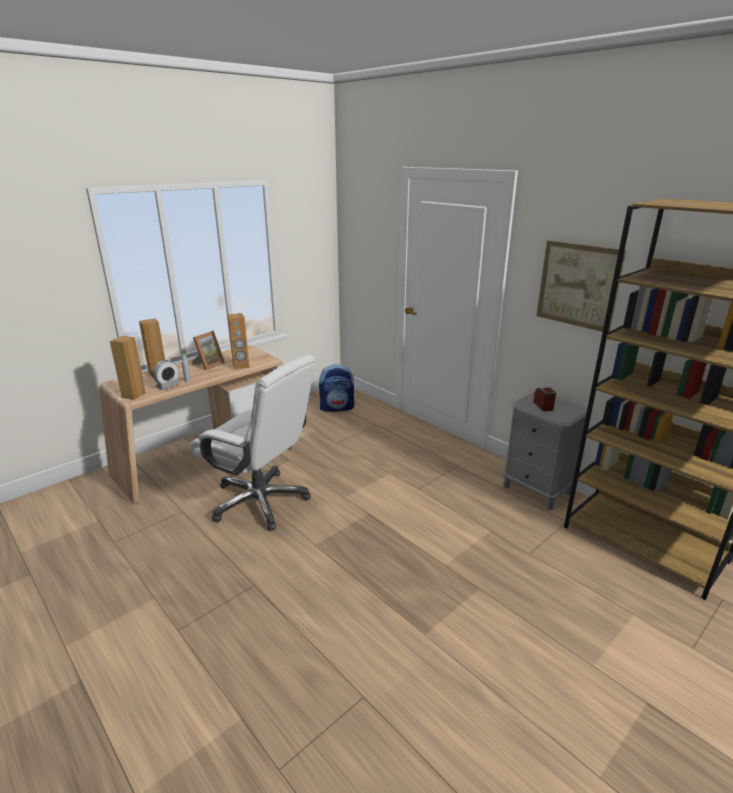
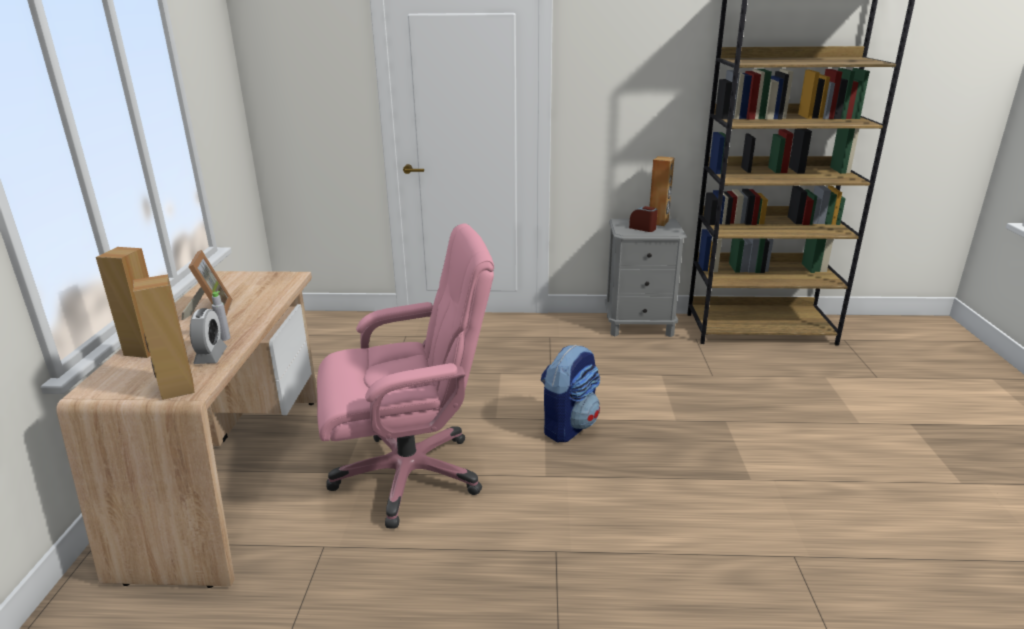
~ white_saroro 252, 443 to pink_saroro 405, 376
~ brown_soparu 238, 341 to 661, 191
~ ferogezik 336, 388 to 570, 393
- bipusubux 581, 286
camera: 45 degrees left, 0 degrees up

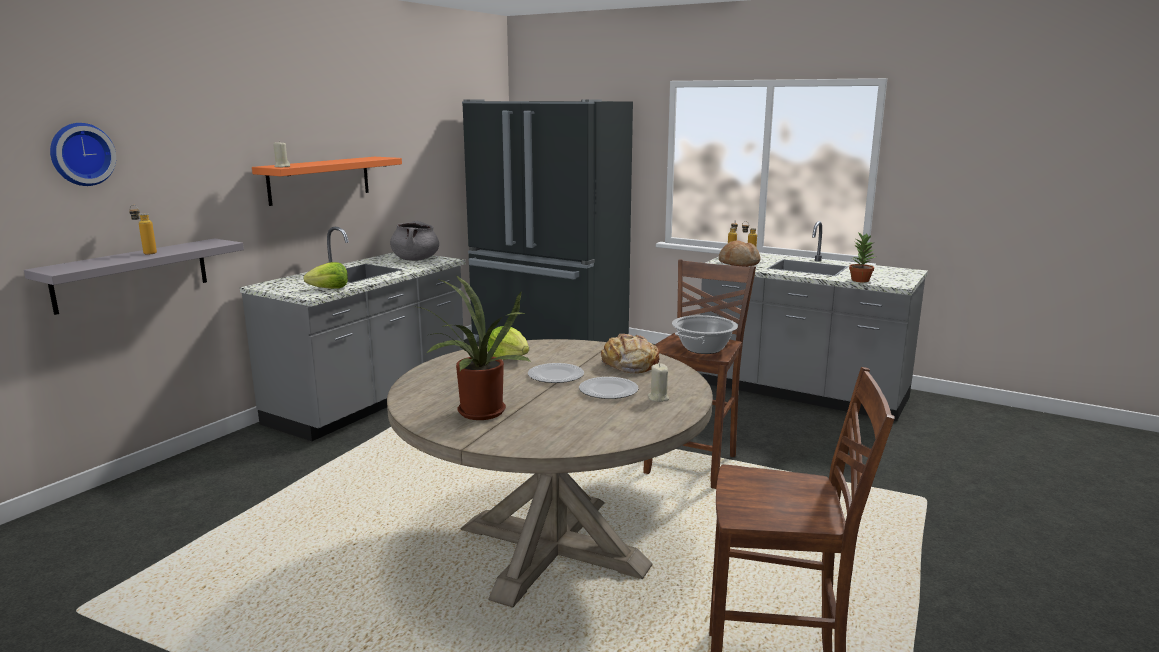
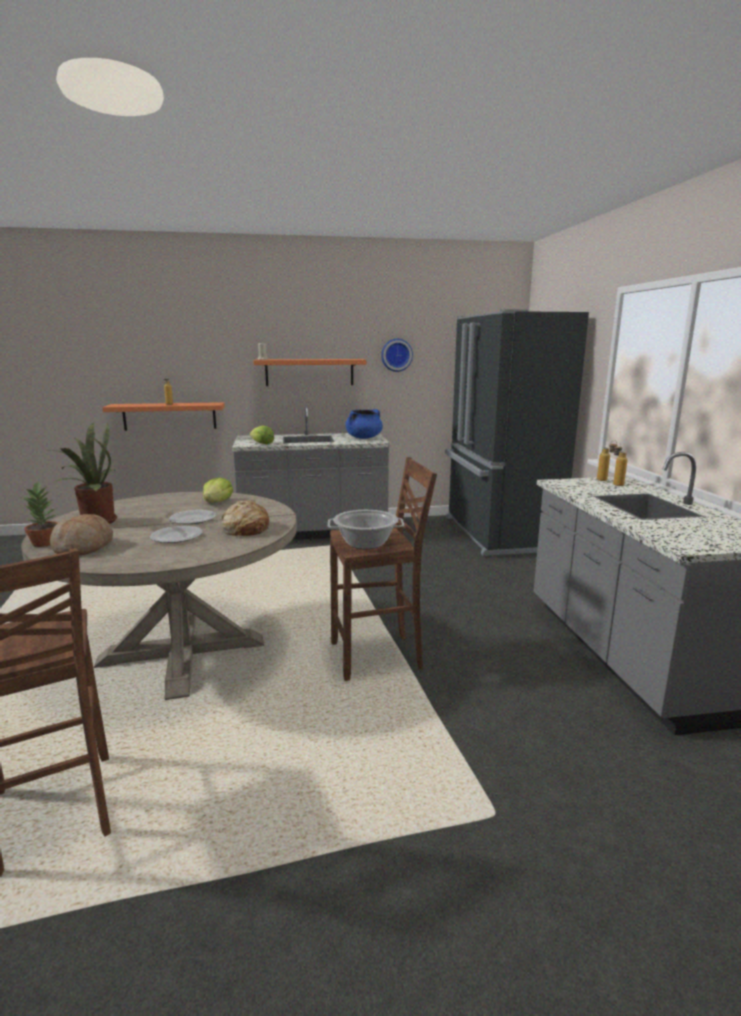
~ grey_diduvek 134, 276 to orange_diduvek 164, 416
~ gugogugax 83, 154 to 397, 355
~ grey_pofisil 414, 241 to blue_pofisil 364, 424
- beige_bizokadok 658, 382
~ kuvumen 740, 253 to 81, 534
~ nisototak 862, 257 to 39, 514
camera: 50 degrees right, 0 degrees up

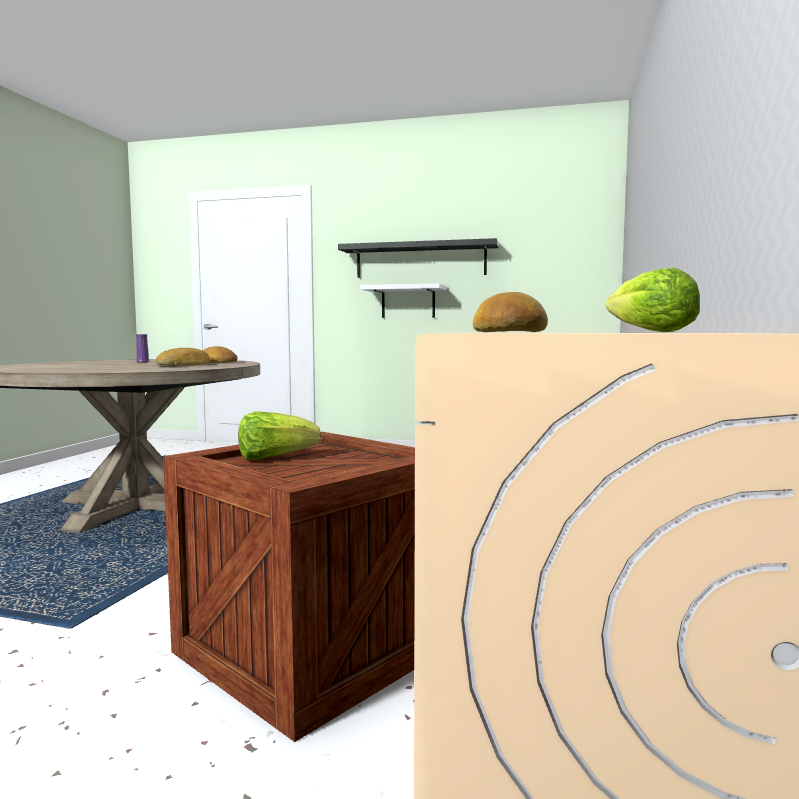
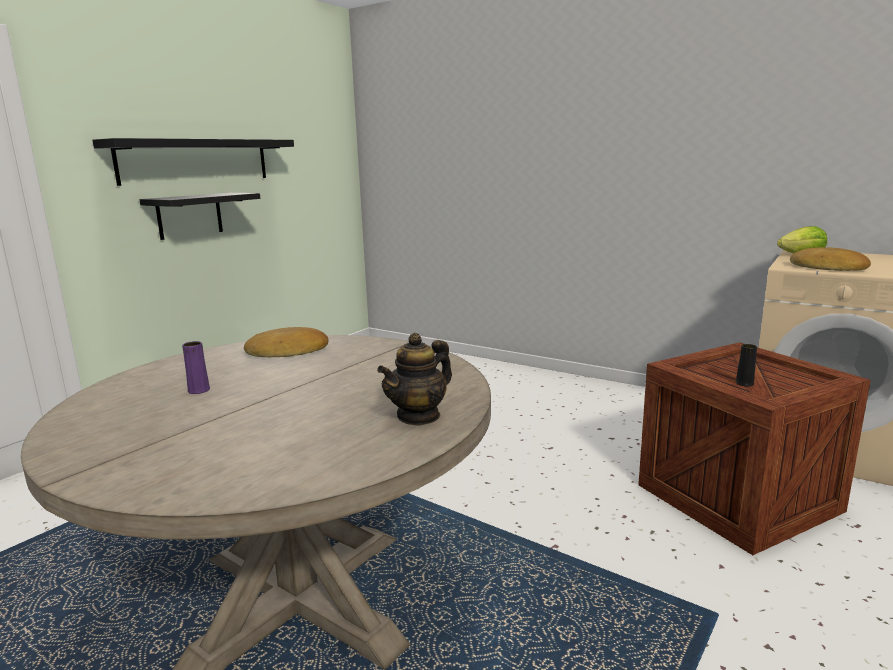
- kuvumen 182, 357
~ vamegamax 279, 435 to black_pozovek 746, 365
~ white_diduvek 403, 300 to black_diduvek 200, 216
+ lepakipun 414, 379
camera: 70 degrees left, 10 degrees up

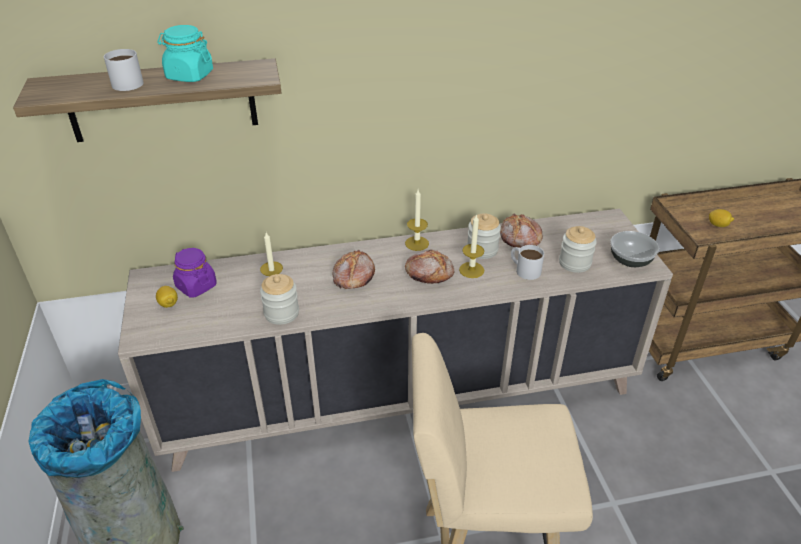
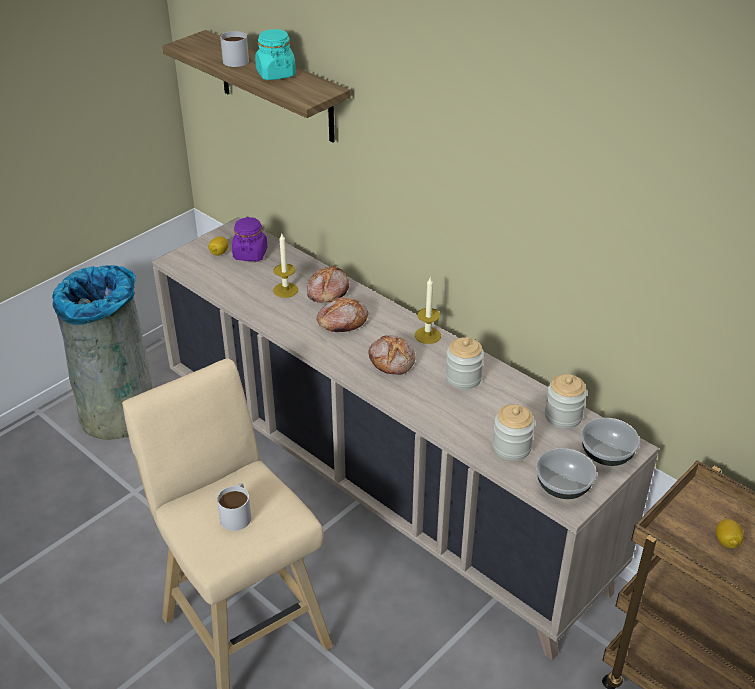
~ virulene 279, 299 to 566, 401
- bizokadok 471, 246
~ kuvumen 521, 231 to 328, 284
~ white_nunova 527, 262 to 234, 507
+ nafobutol 610, 442
camera: 55 degrees right, 0 degrees up

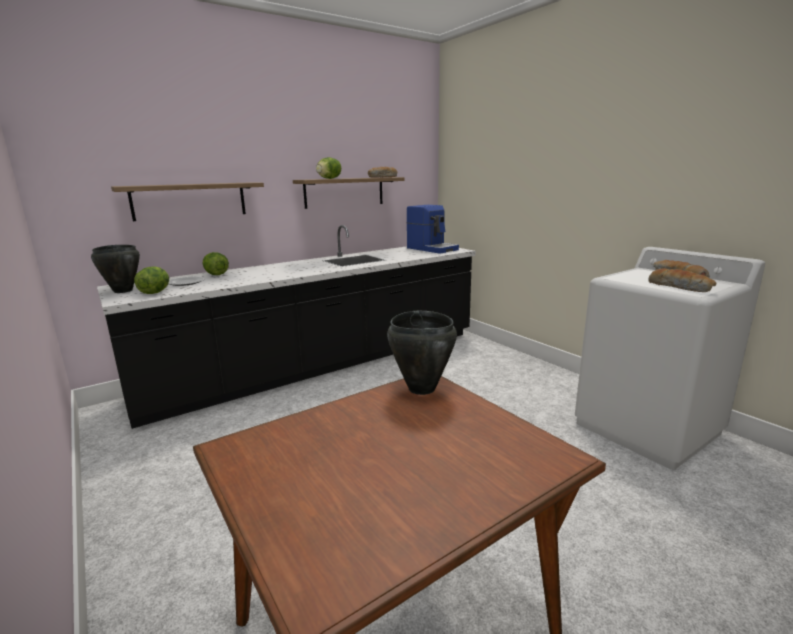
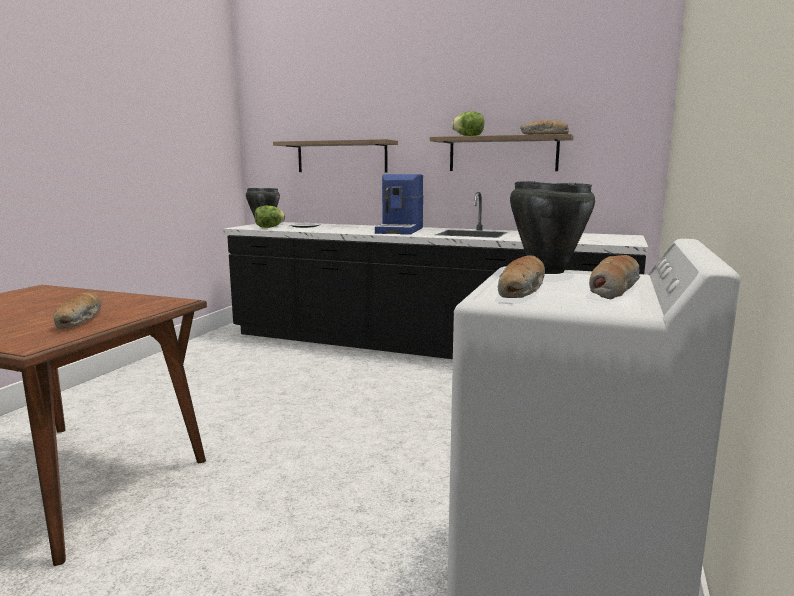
- vamegamax 216, 263
~ black_pofisil 422, 353 to 552, 227
~ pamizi 433, 229 to 399, 204
+ kuvumen 77, 310
camera: 55 degrees right, 5 degrees down

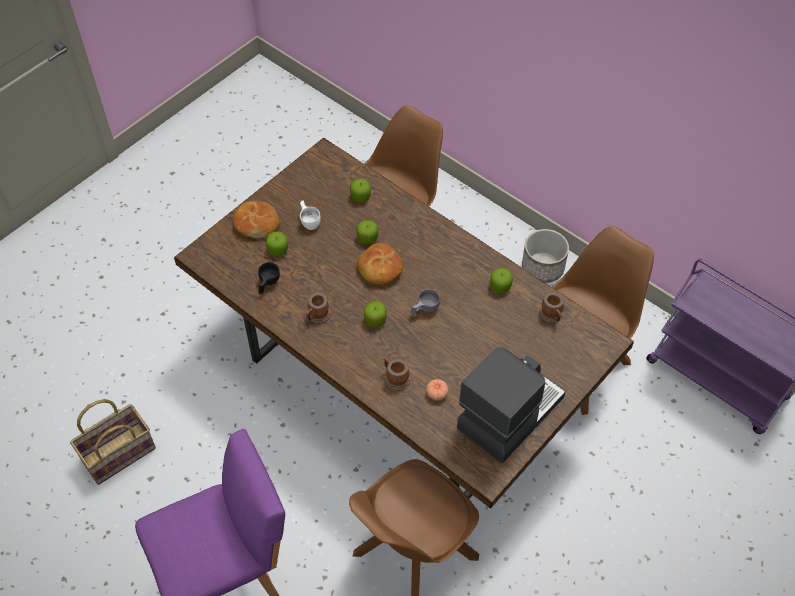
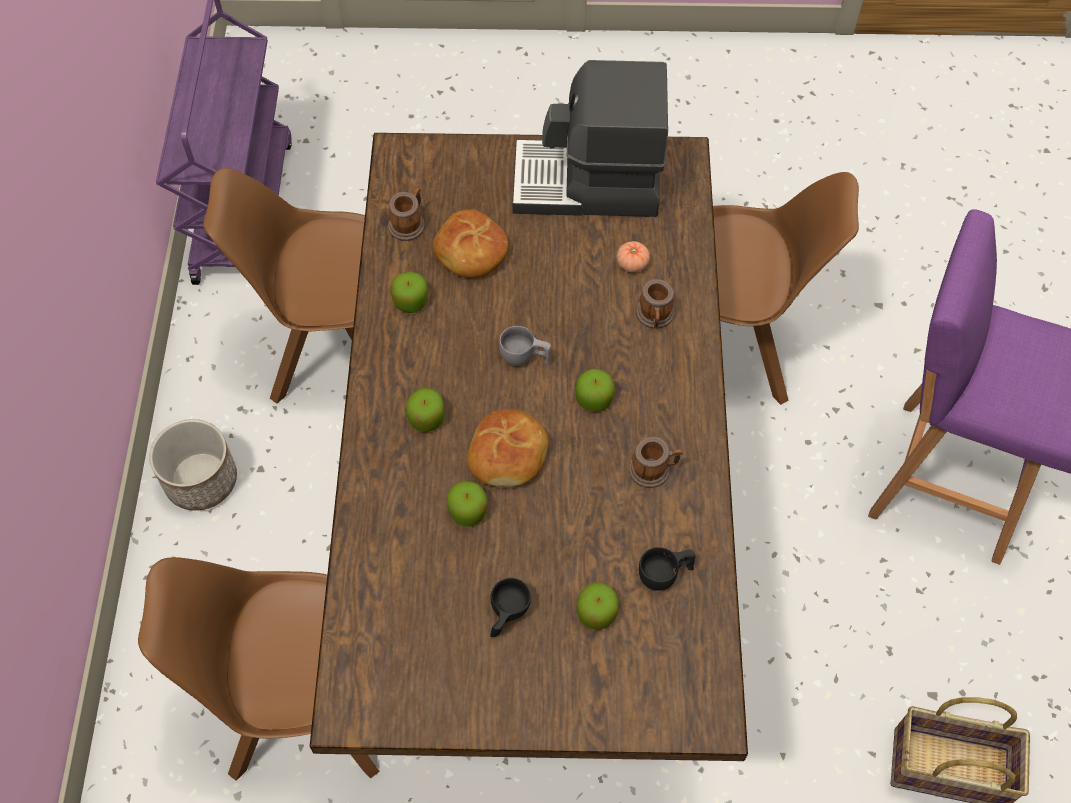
~ kuvumen 256, 219 to 470, 244
~ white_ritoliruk 310, 215 to black_ritoliruk 510, 607
~ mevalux 360, 190 to 425, 410
camera: 130 degrees left, 5 degrees up

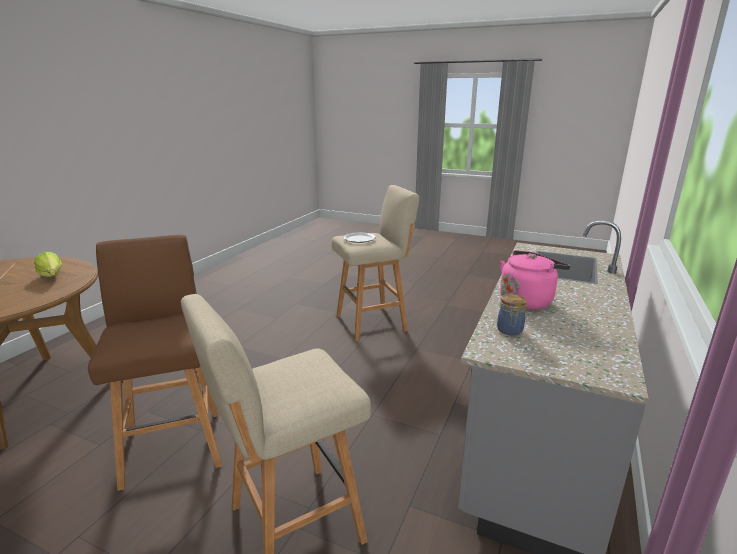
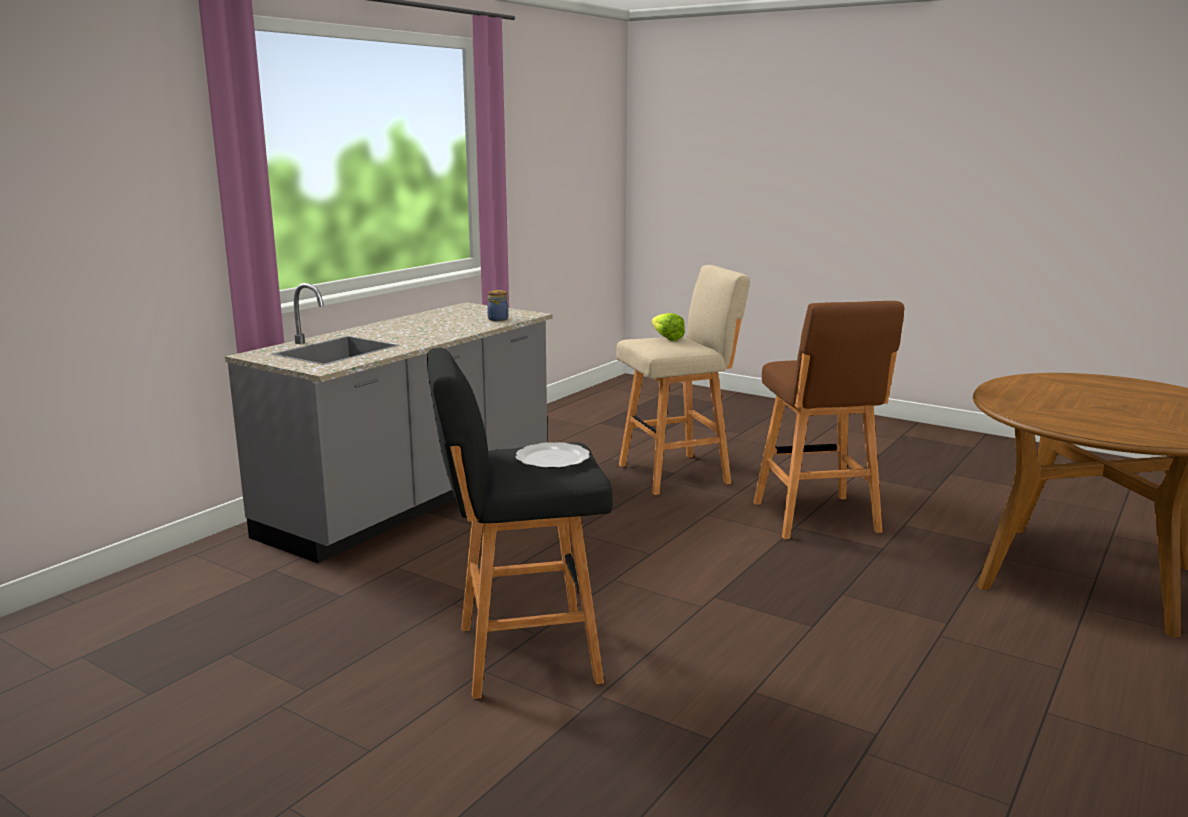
~ vamegamax 48, 264 to 668, 327
~ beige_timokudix 375, 263 to black_timokudix 520, 523
- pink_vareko 535, 279
camera: 170 degrees left, 5 degrees down

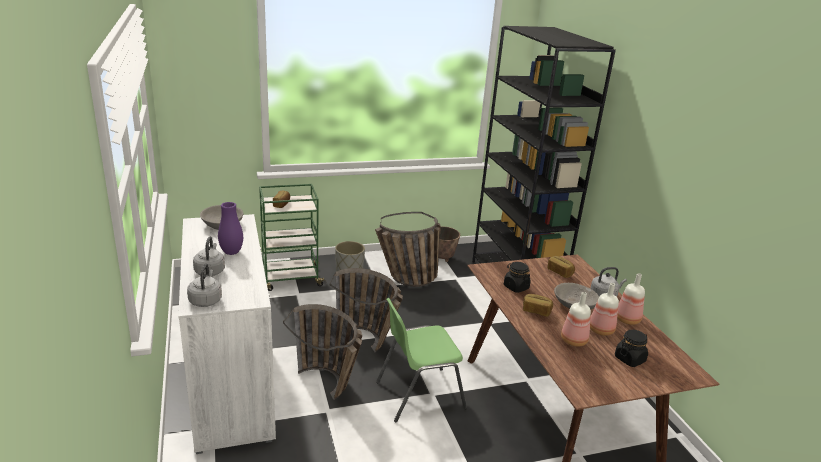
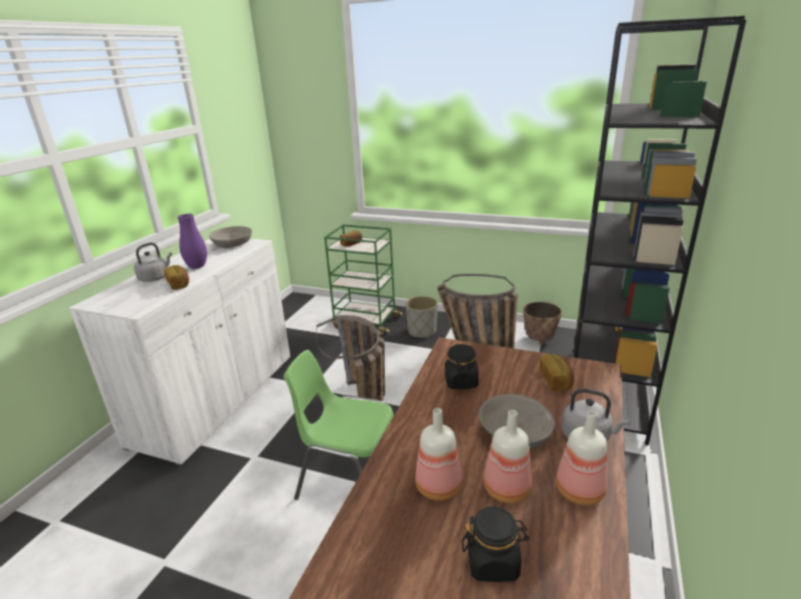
- grey_vareko 204, 285
- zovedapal 322, 352
~ kuvumen 538, 305 to 176, 277
camera: 40 degrees right, 0 degrees up

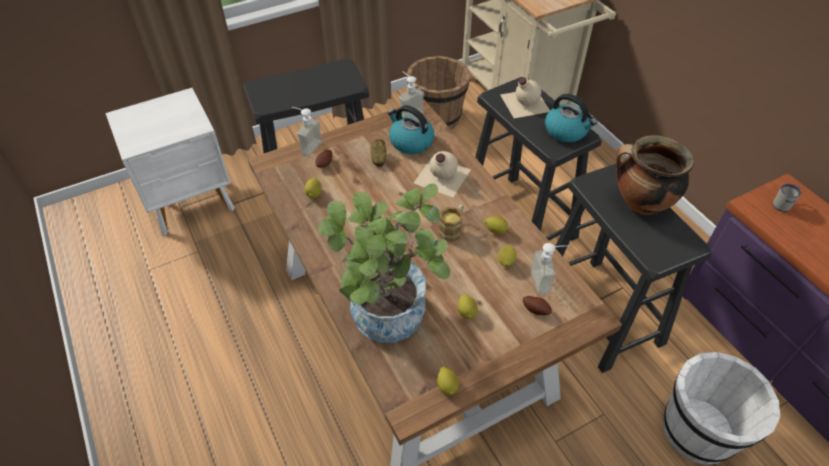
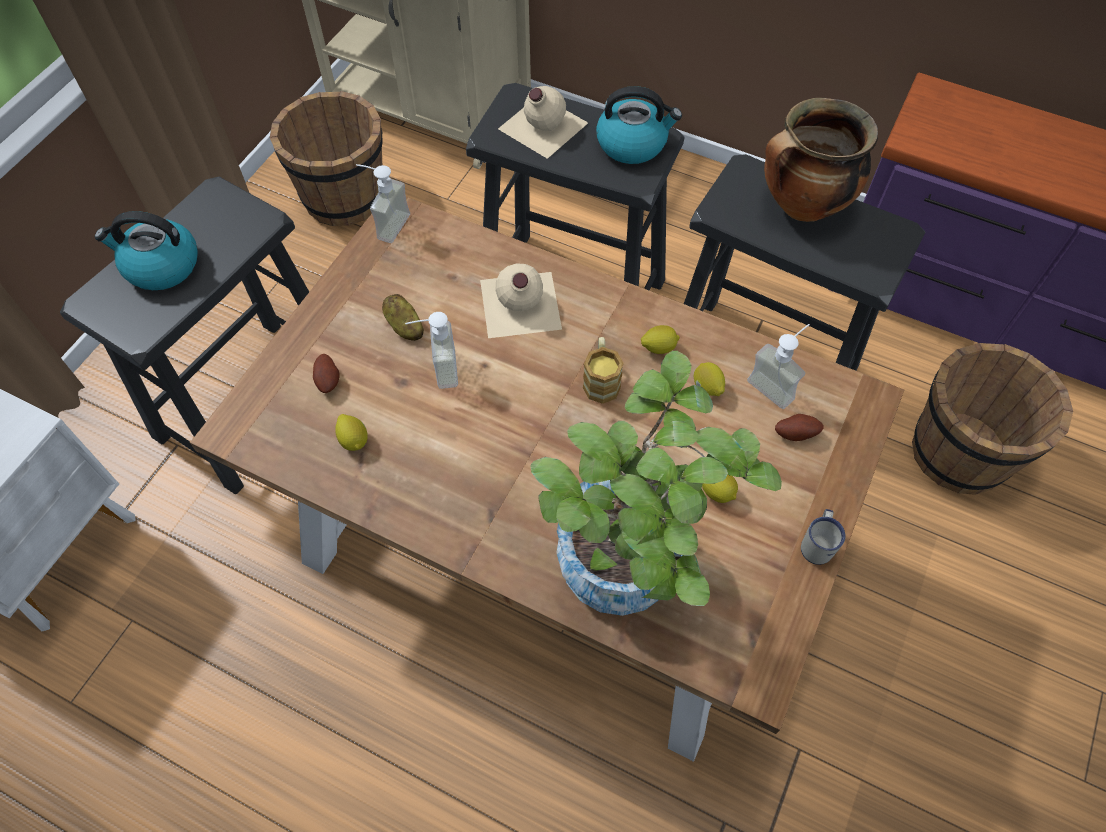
~ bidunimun 307, 131 to 431, 350
~ vareko 410, 129 to 146, 250
- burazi 448, 381
~ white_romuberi 721, 408 to brown_romuberi 992, 419
~ white_nunova 787, 198 to 823, 537
camera: 35 degrees left, 10 degrees up

